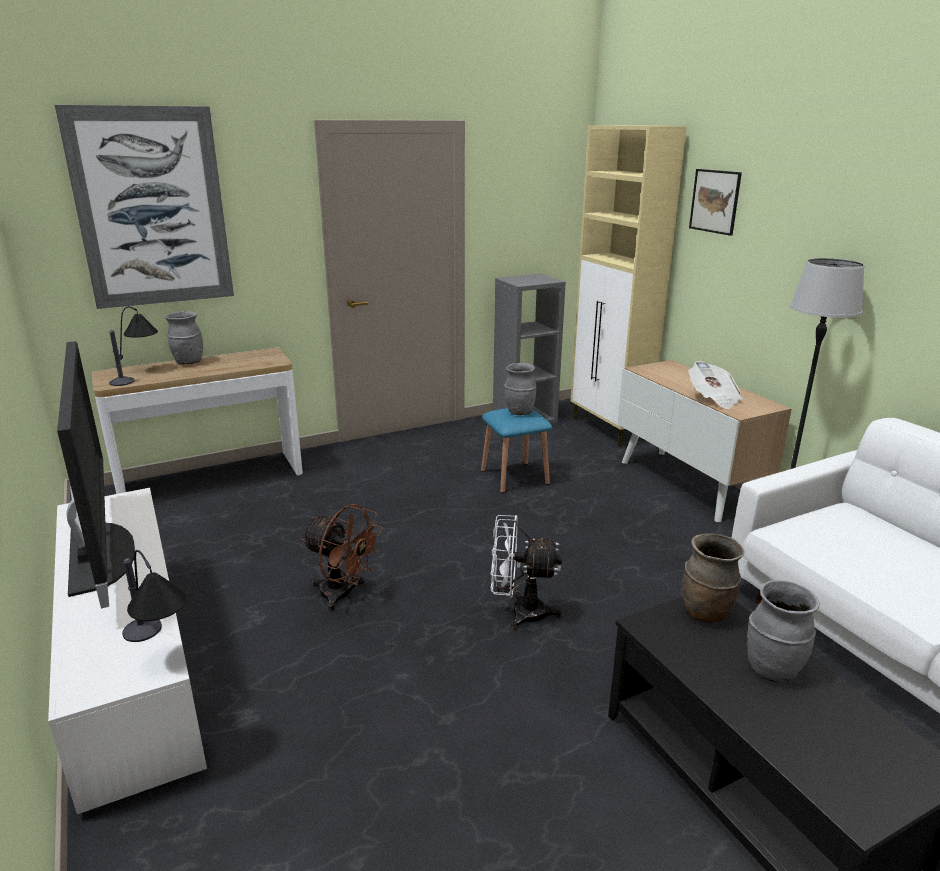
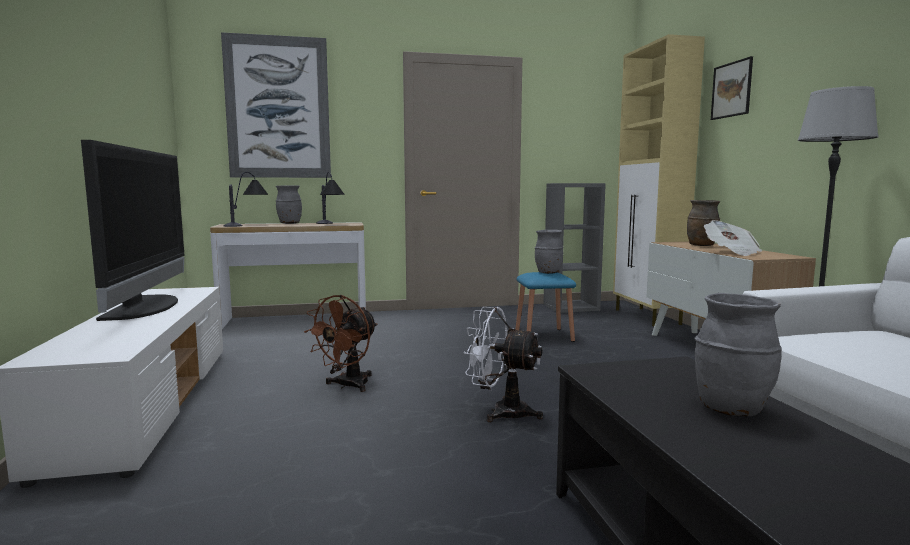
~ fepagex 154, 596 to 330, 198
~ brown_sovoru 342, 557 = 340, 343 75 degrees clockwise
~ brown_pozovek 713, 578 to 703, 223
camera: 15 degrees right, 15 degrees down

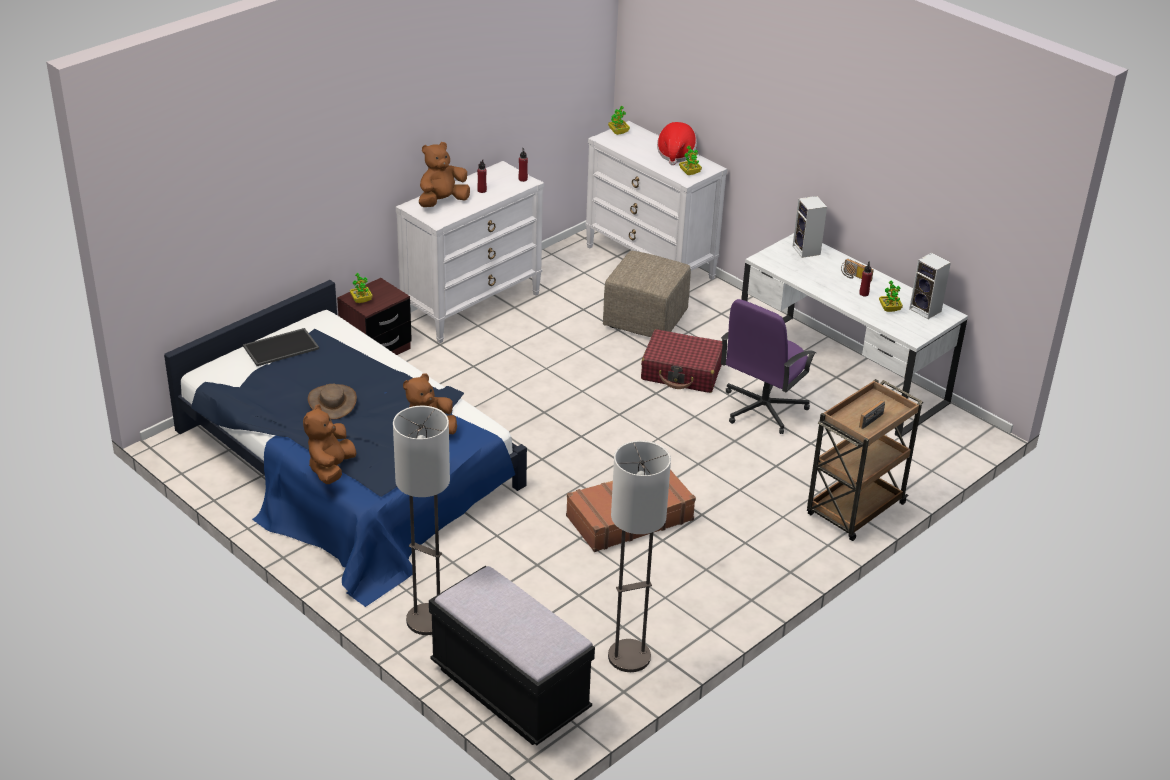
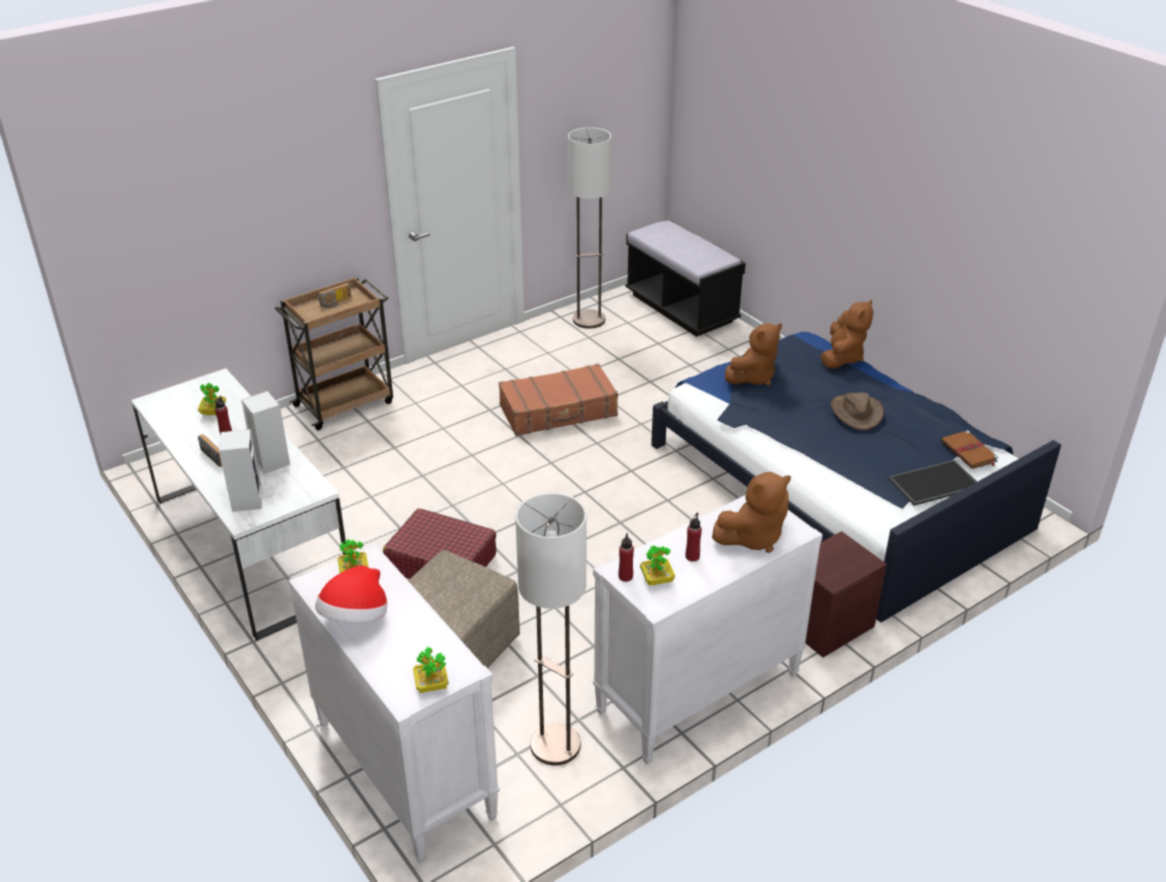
~ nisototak 361, 288 to 657, 566
~ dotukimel 421, 520 to 550, 629
- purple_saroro 768, 366
~ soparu 930, 286 to 265, 432
+ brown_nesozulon 970, 449
camera: 170 degrees left, 0 degrees up

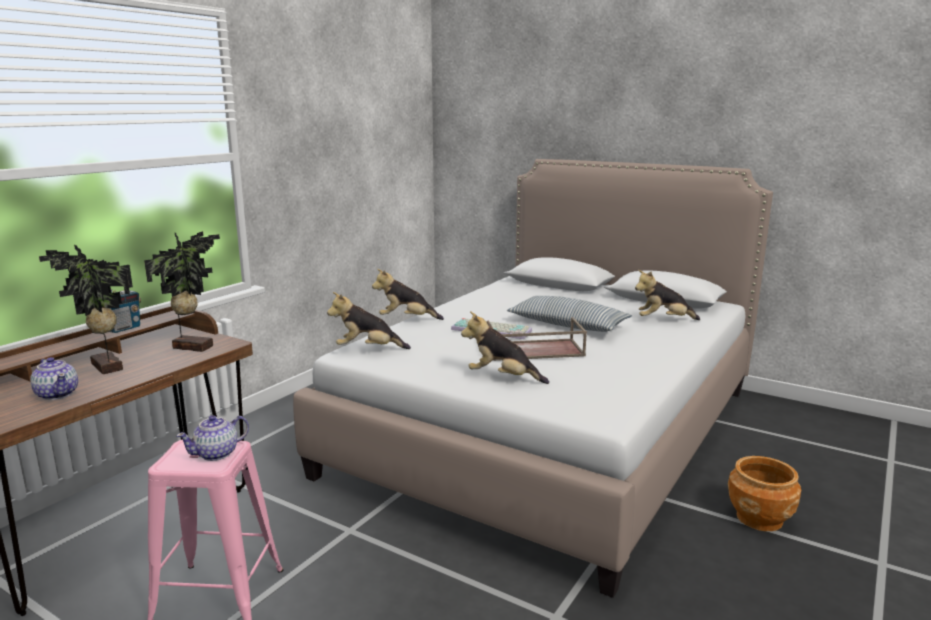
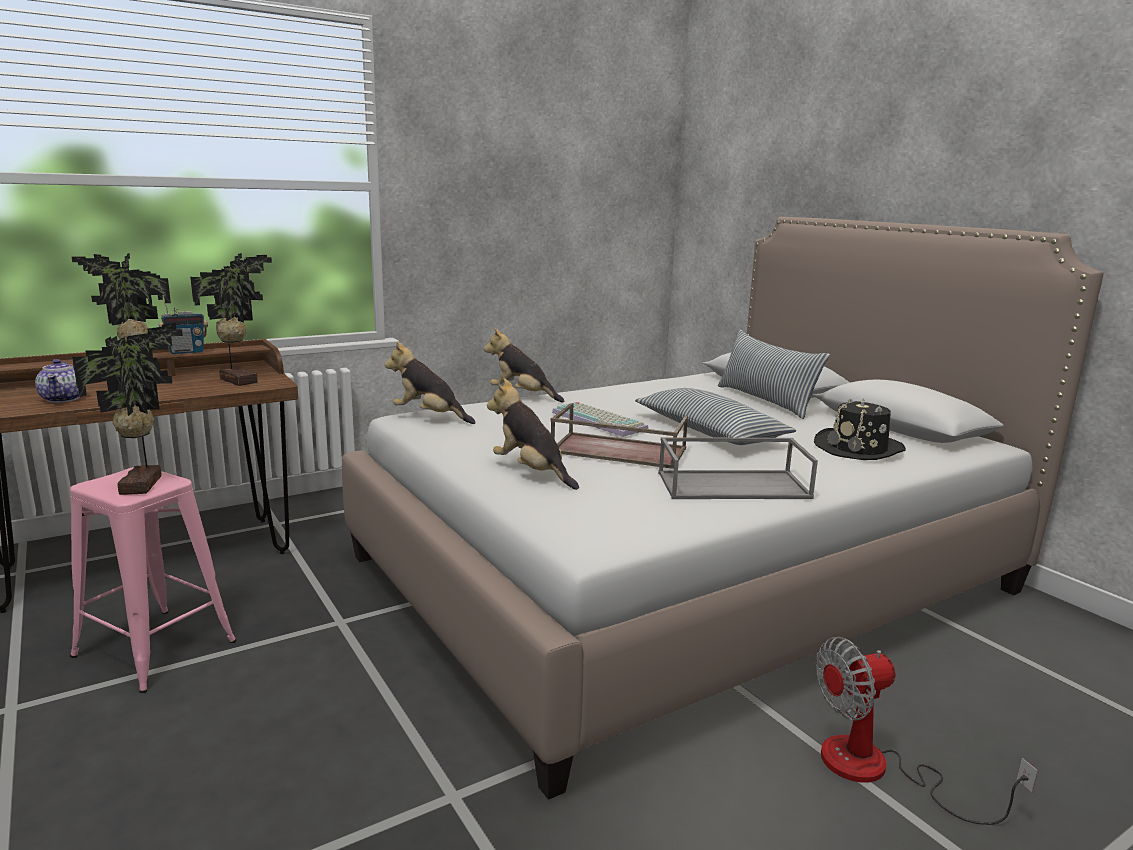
~ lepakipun 212, 438 to nisototak 127, 409
~ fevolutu 667, 295 to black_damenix 860, 429
~ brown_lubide 764, 493 to sovoru 927, 731
+ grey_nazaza 738, 468
+ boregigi 774, 374
camera: 25 degrees right, 0 degrees up

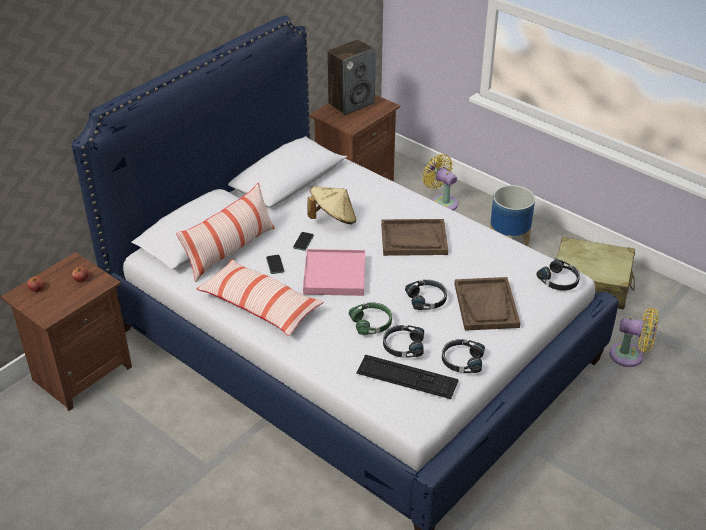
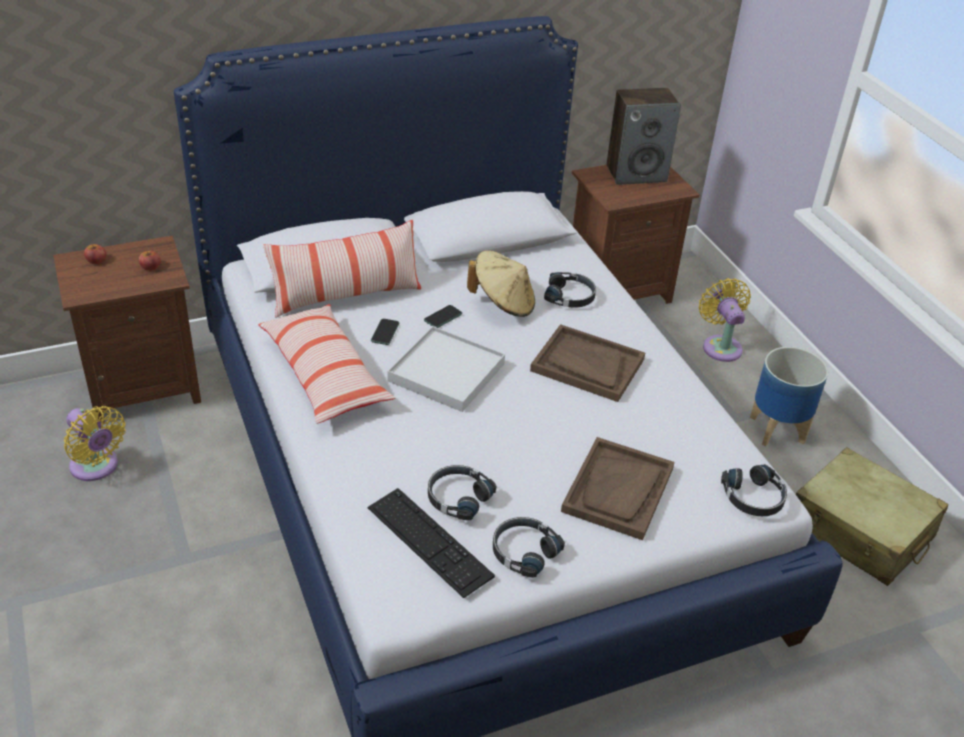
~ pink_nazaza 334, 272 to white_nazaza 446, 369
- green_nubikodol 370, 318
~ black_nubikodol 426, 295 to 570, 290
~ yellow_sovoru 633, 337 to 95, 443
camera: 25 degrees right, 0 degrees up

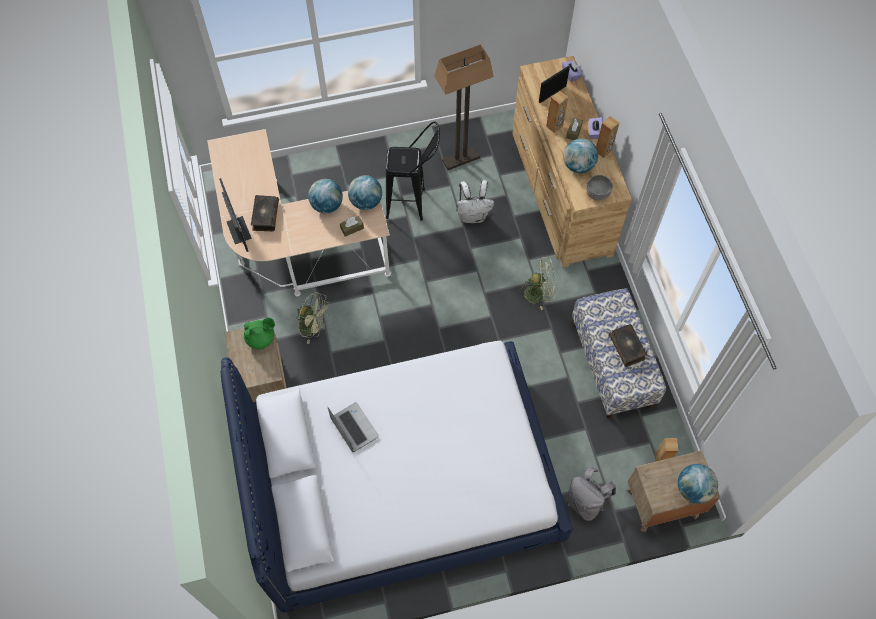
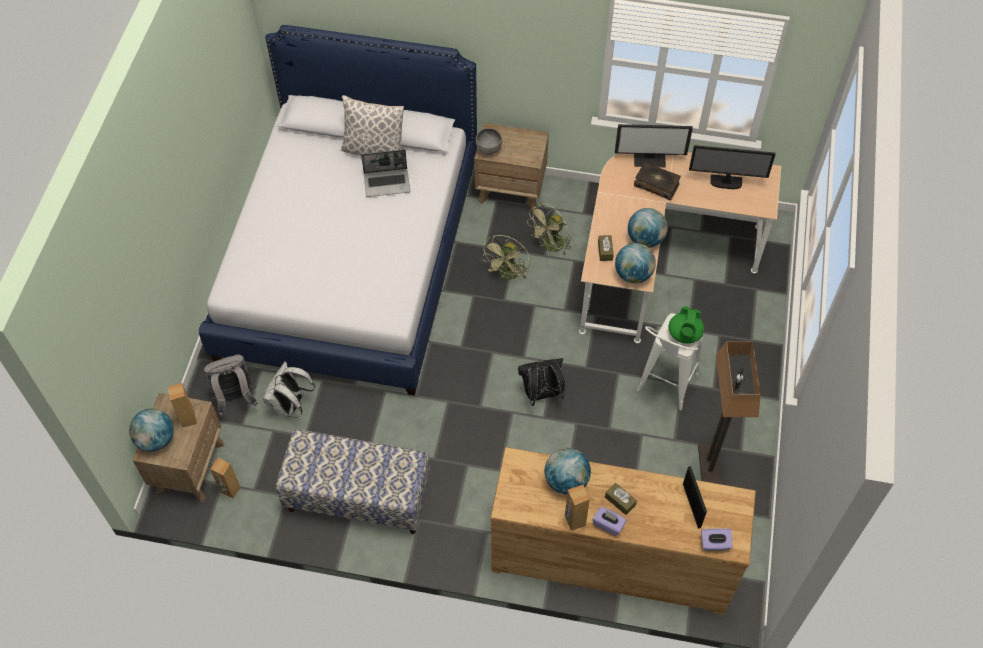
~ green_lepakipun 259, 333 to 686, 324
~ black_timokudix 413, 171 to white_timokudix 670, 361
~ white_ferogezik 475, 201 to 289, 390
~ green_sovoru 536, 283 to 506, 257
~ brown_soparu 557, 112 to 182, 405
~ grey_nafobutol 599, 187 to 488, 141
- nesozulon 628, 345
+ boregigi 372, 125
+ black_ferogezik 542, 382
+ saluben 732, 167
camera: 115 degrees right, 5 degrees down

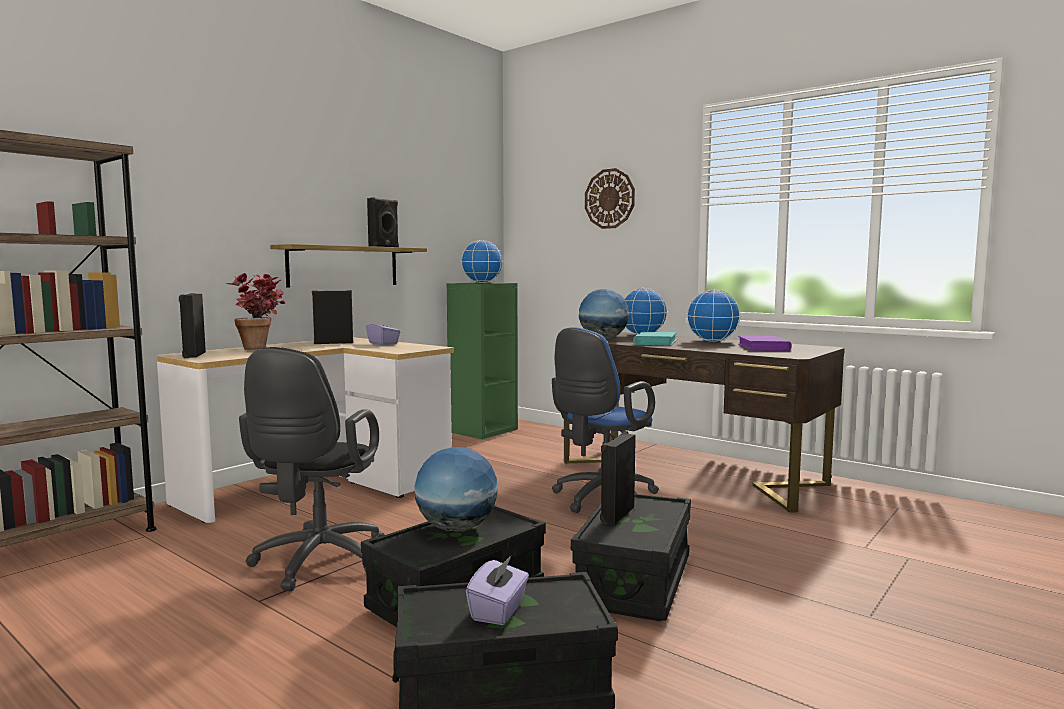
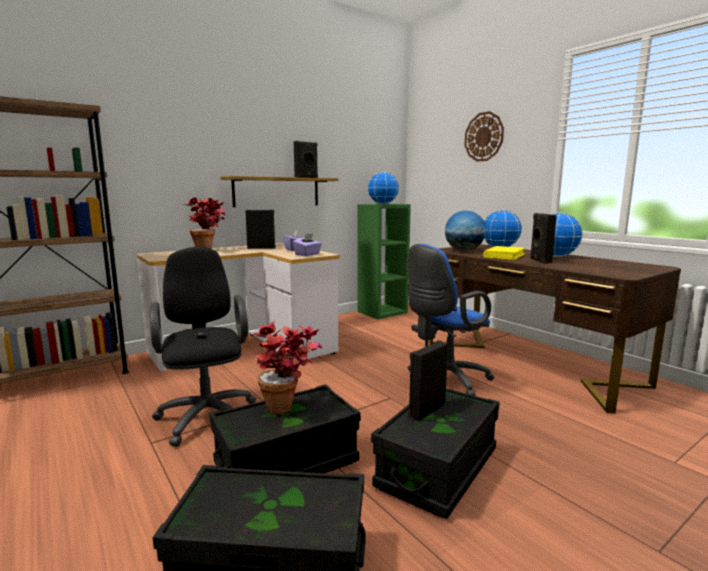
~ black_soparu 192, 325 to 543, 238
~ black_saroro 312, 469 = 203, 346 135 degrees clockwise
~ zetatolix 456, 489 to nisototak 287, 367
~ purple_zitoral 497, 590 to 307, 245
~ turquoise_nesozulon 655, 338 to yellow_nesozulon 504, 253
- purple_nesozulon 765, 343
camera: 15 degrees right, 5 degrees up

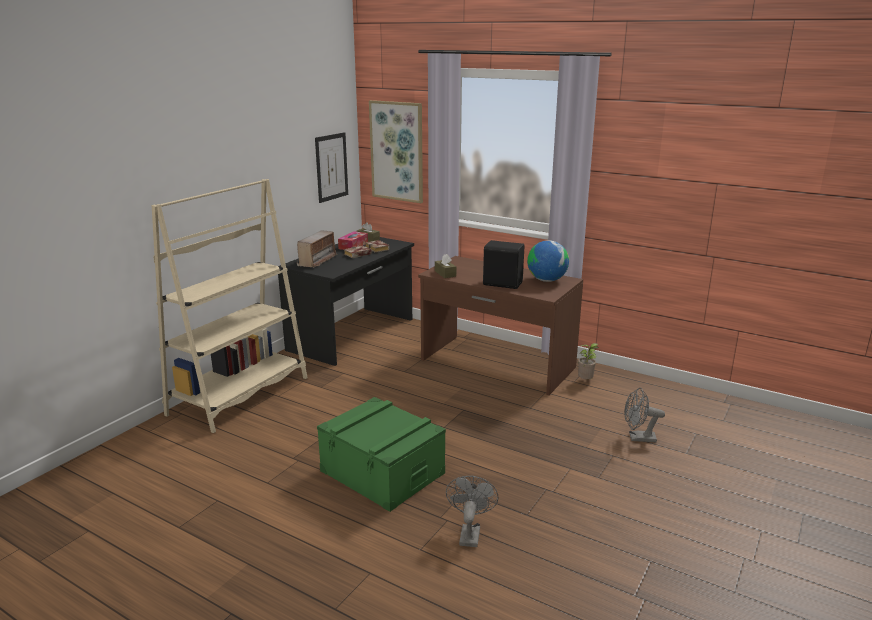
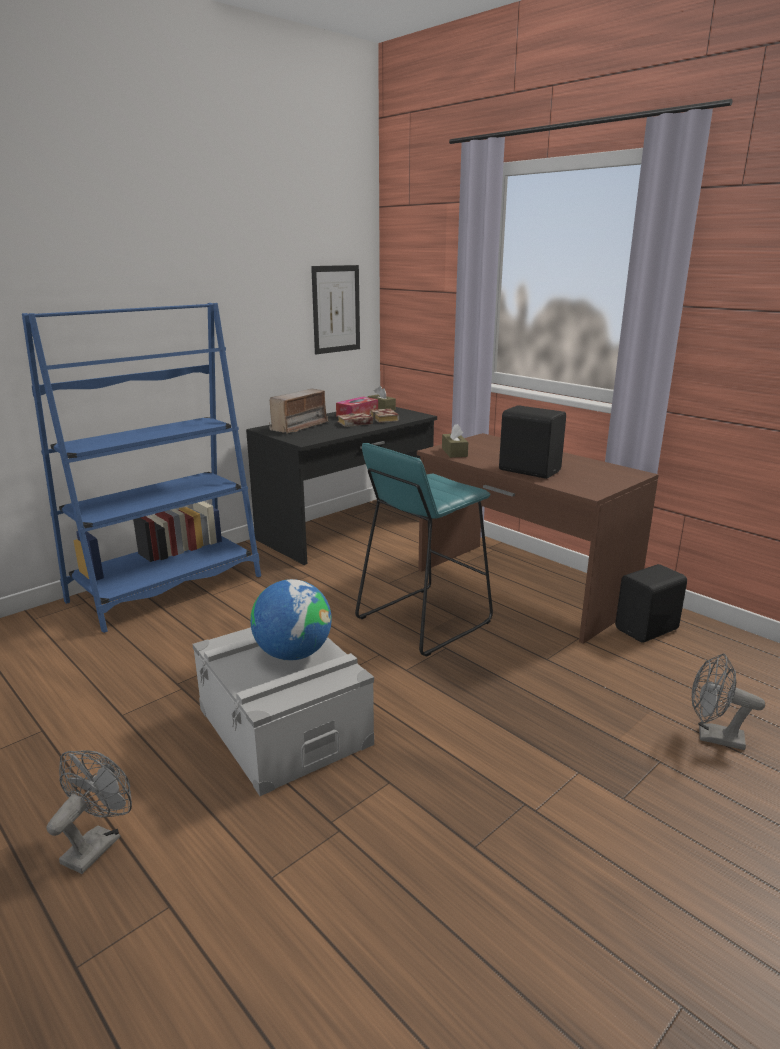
~ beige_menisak 230, 306 to blue_menisak 141, 468
~ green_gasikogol 381, 454 to grey_gasikogol 283, 711
- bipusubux 396, 151
~ grey_sovoru 472, 511 to 89, 812
~ zetatolix 548, 261 to 291, 620
~ nisototak 588, 361 to black_soparu 651, 603
+ turquoise_timokudix 424, 550
camera: 15 degrees right, 0 degrees up

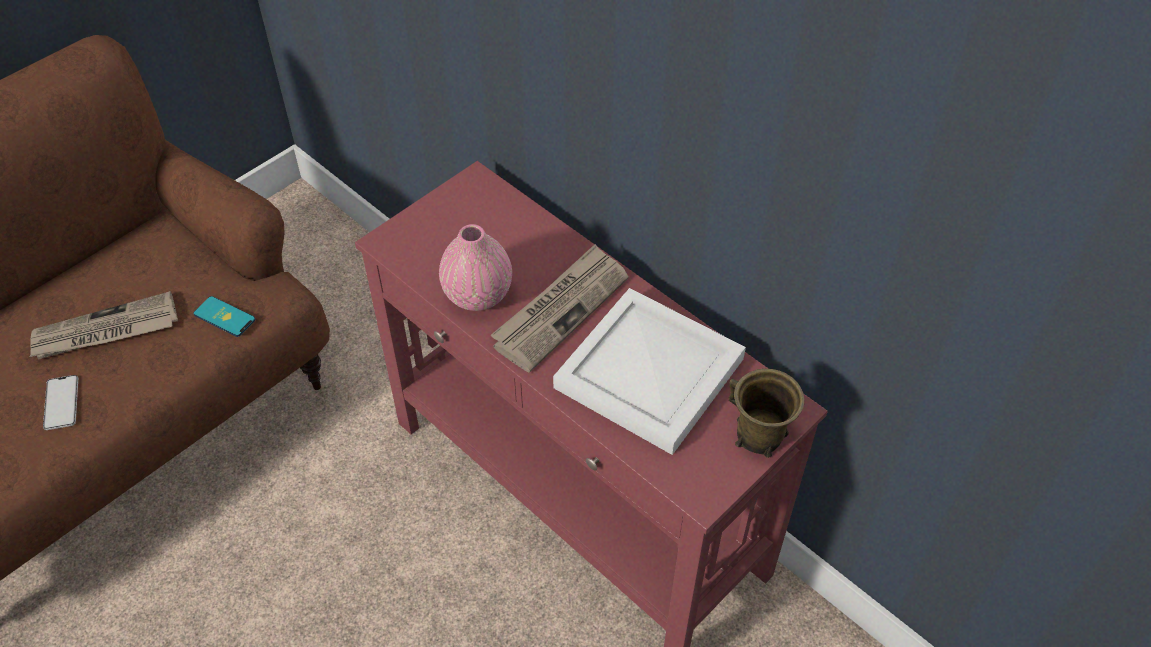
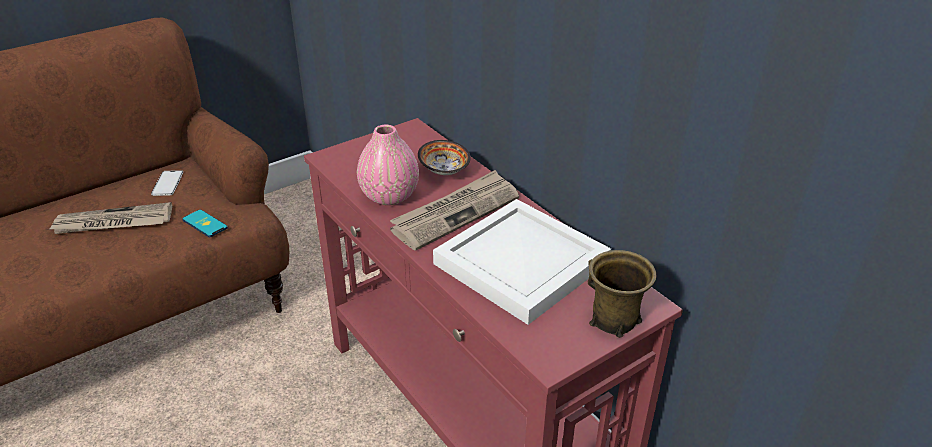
~ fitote 60, 402 to 167, 183
+ nafobutol 444, 157
camera: 10 degrees right, 15 degrees down

